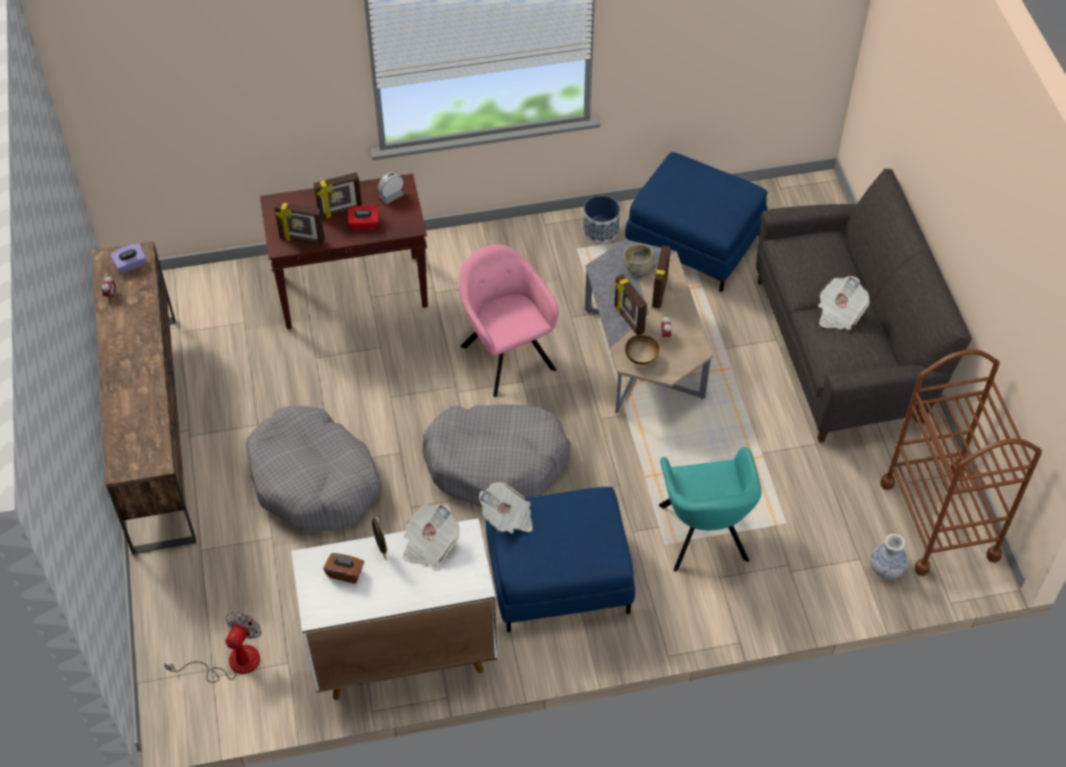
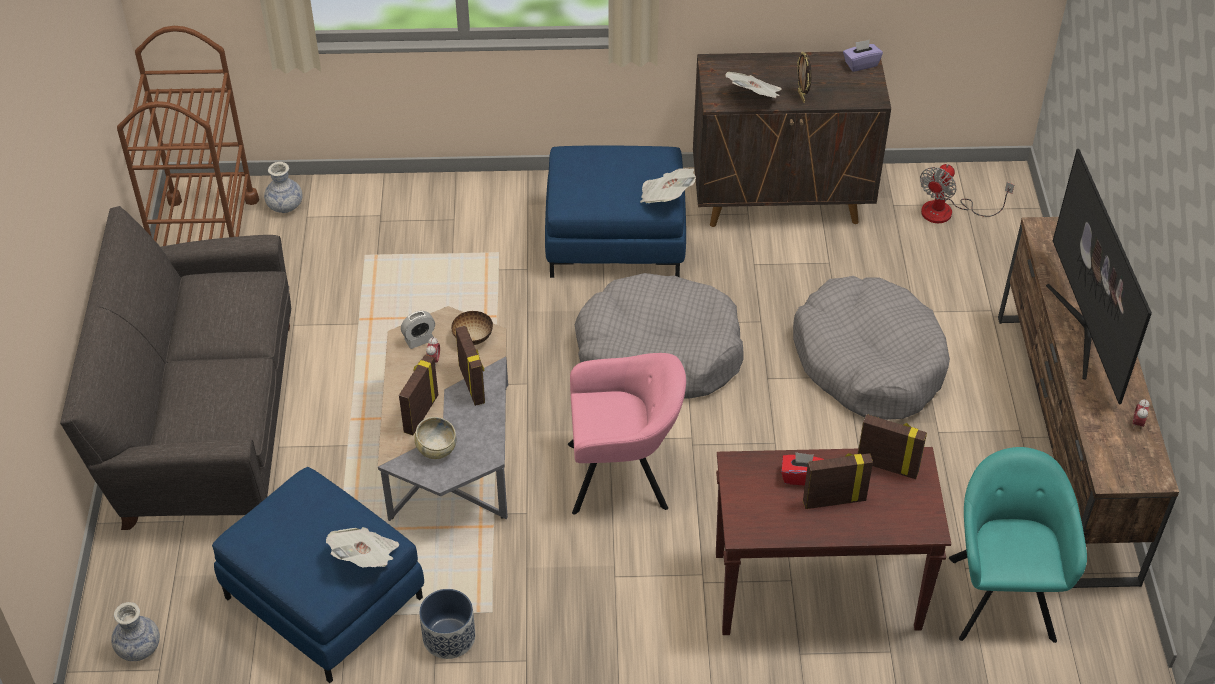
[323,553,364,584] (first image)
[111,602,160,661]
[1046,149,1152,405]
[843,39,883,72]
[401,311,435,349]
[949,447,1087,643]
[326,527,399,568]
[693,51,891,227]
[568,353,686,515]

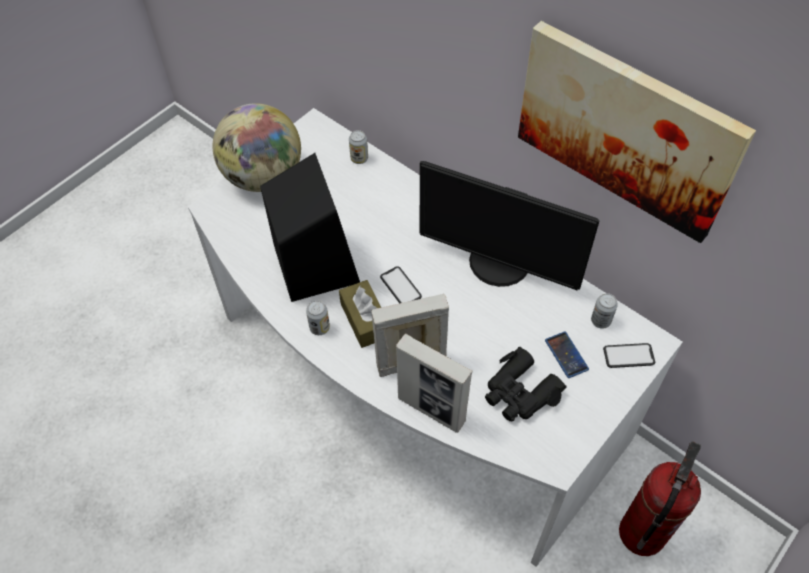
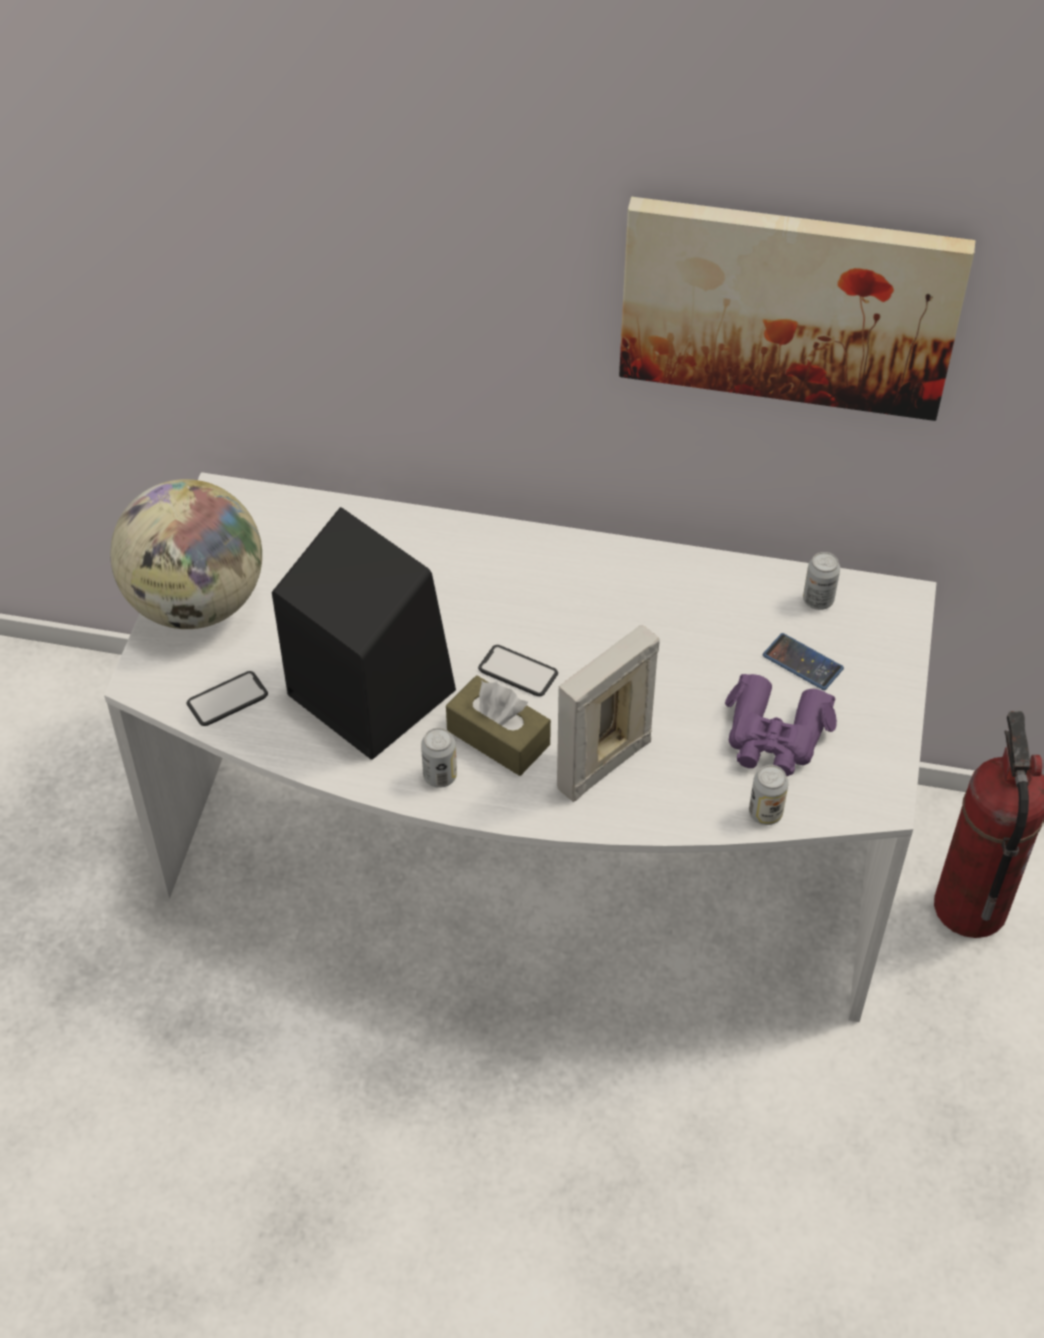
[396,334,472,433] (first image)
[420,161,600,290] (first image)
[749,765,789,825]
[187,671,268,726]
[725,674,837,776]

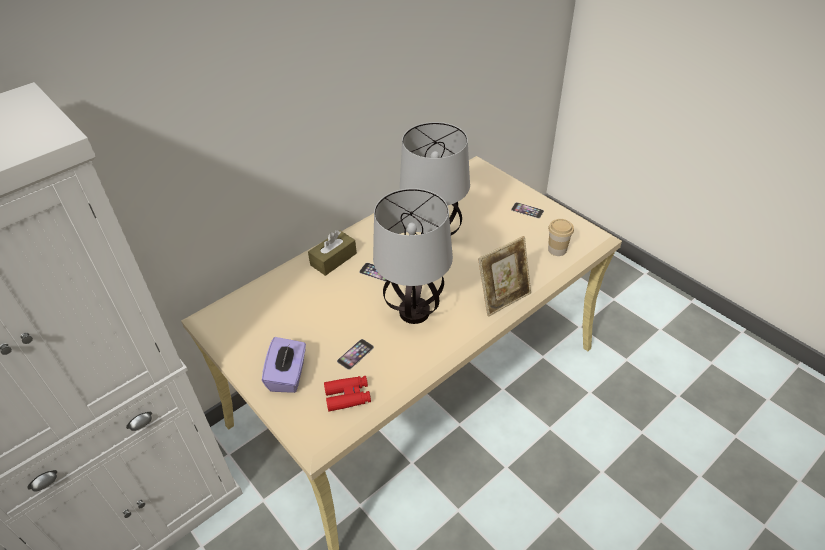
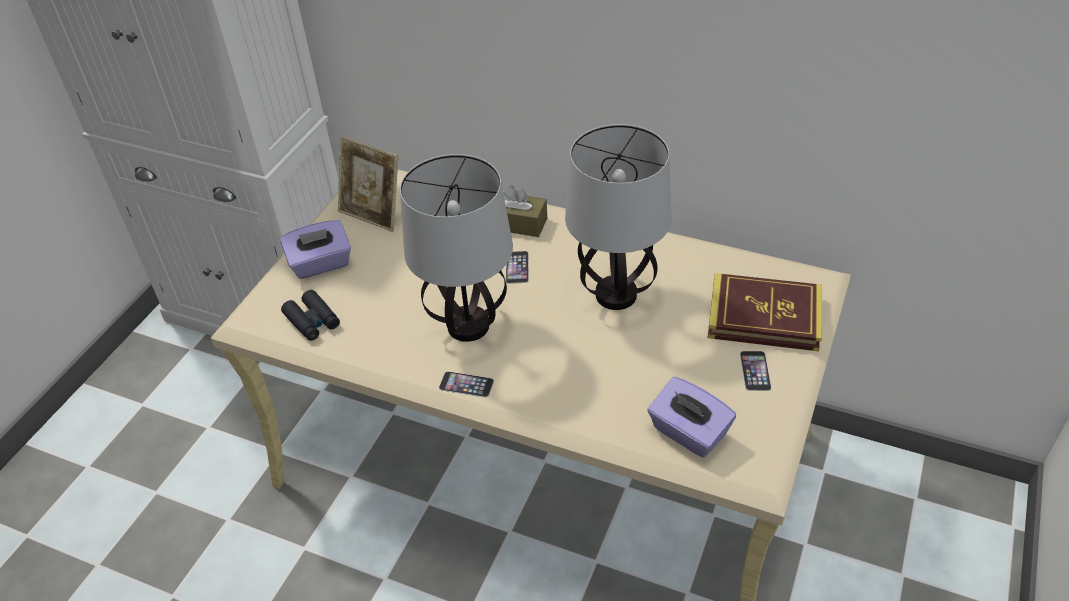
[708,273,822,351]
[439,371,494,397]
[338,136,398,232]
[647,377,736,458]
[281,290,340,341]

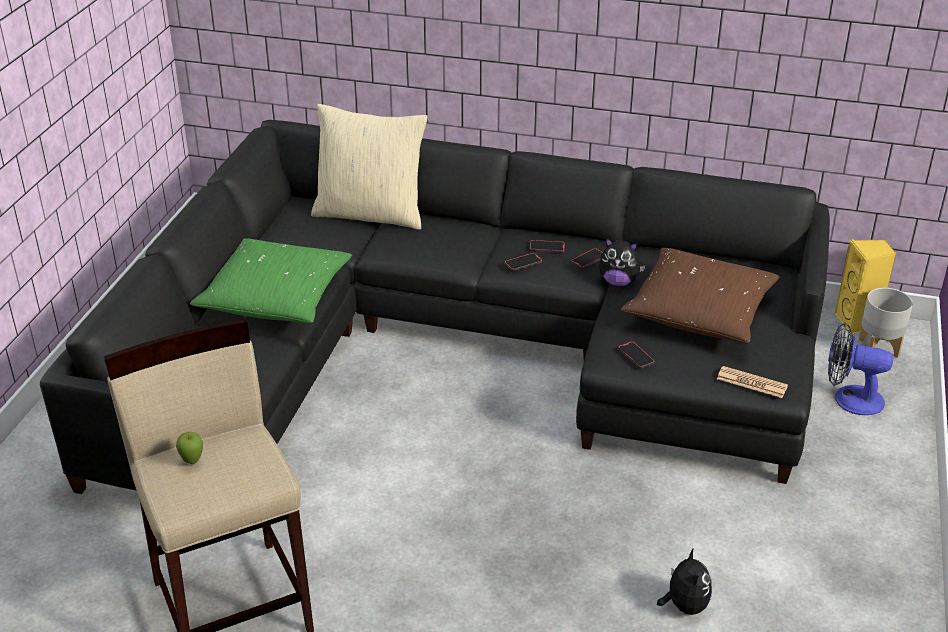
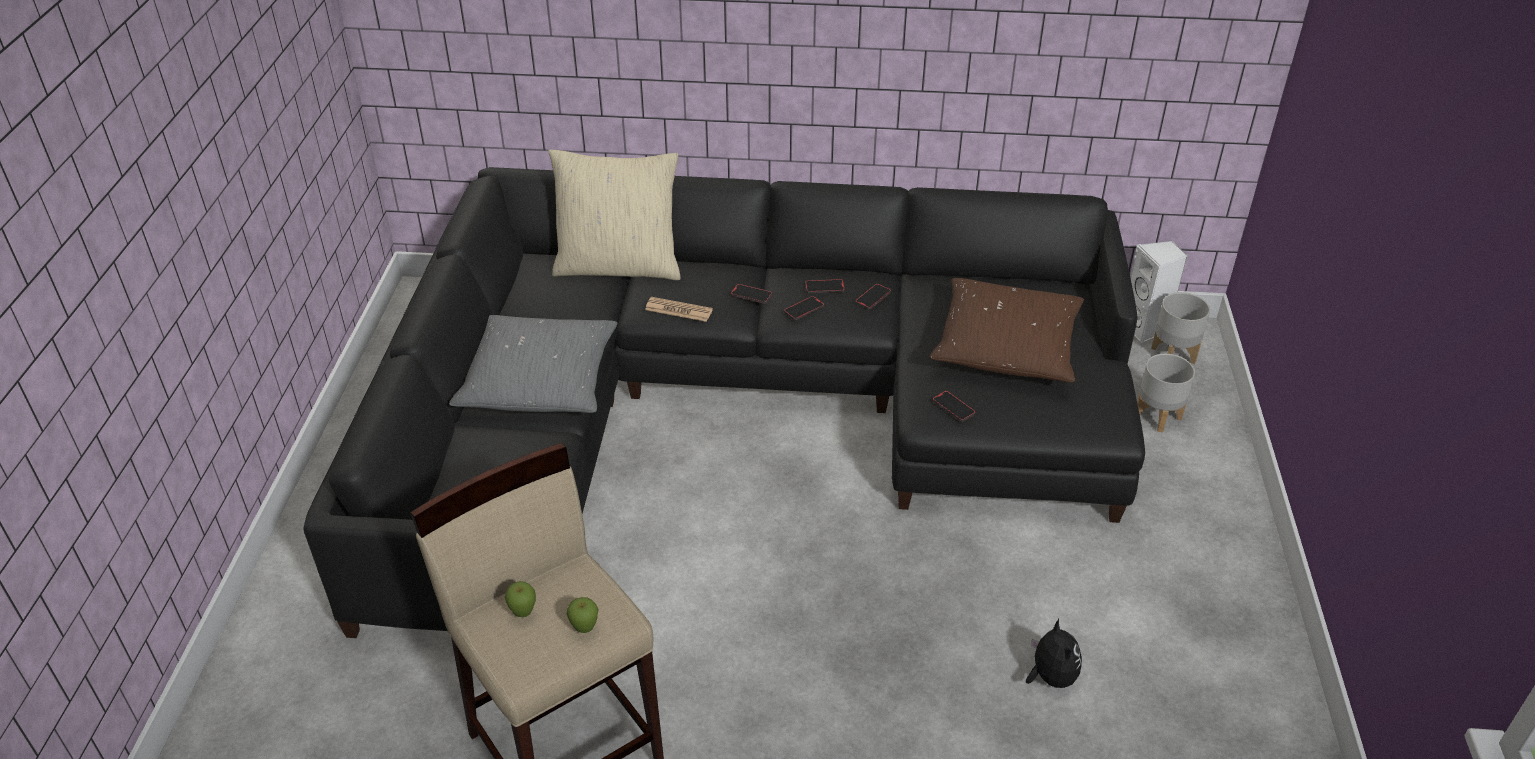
[599,238,646,286] (first image)
[567,597,599,633]
[731,284,772,304]
[645,297,713,322]
[1137,353,1195,432]
[449,315,617,413]
[1130,241,1188,343]

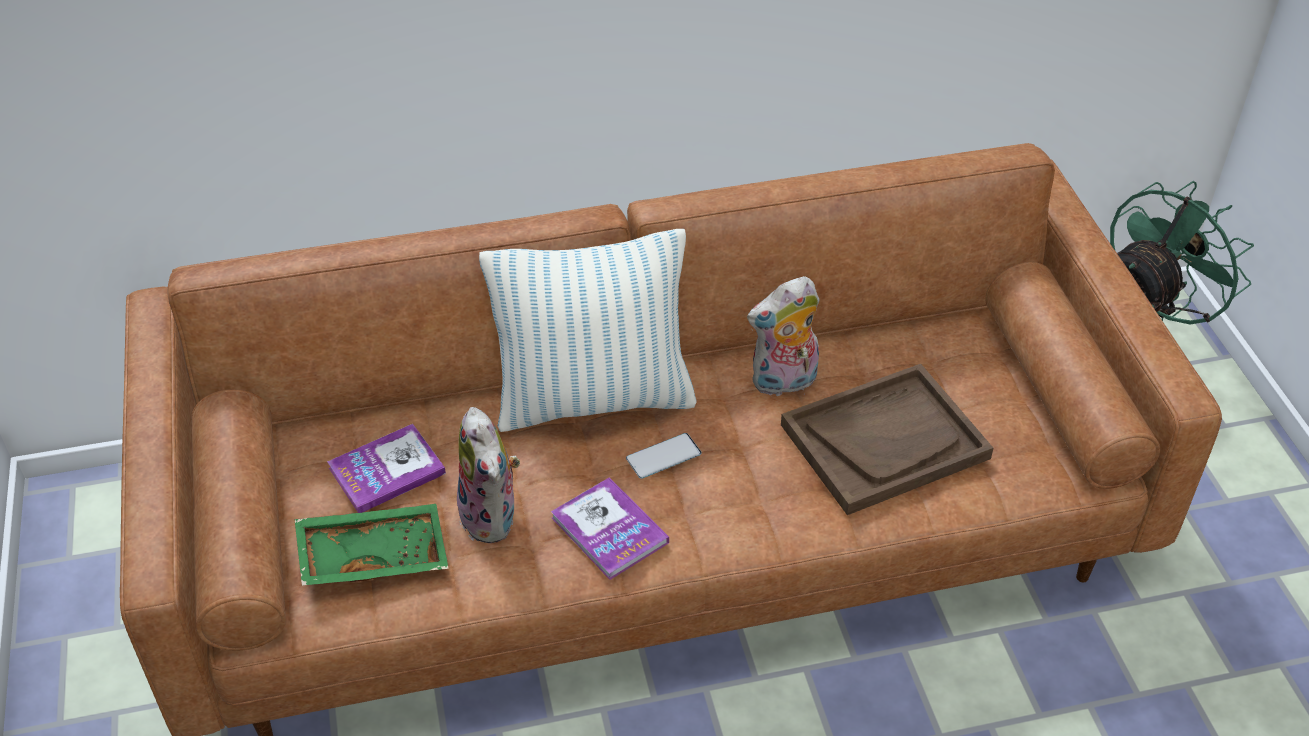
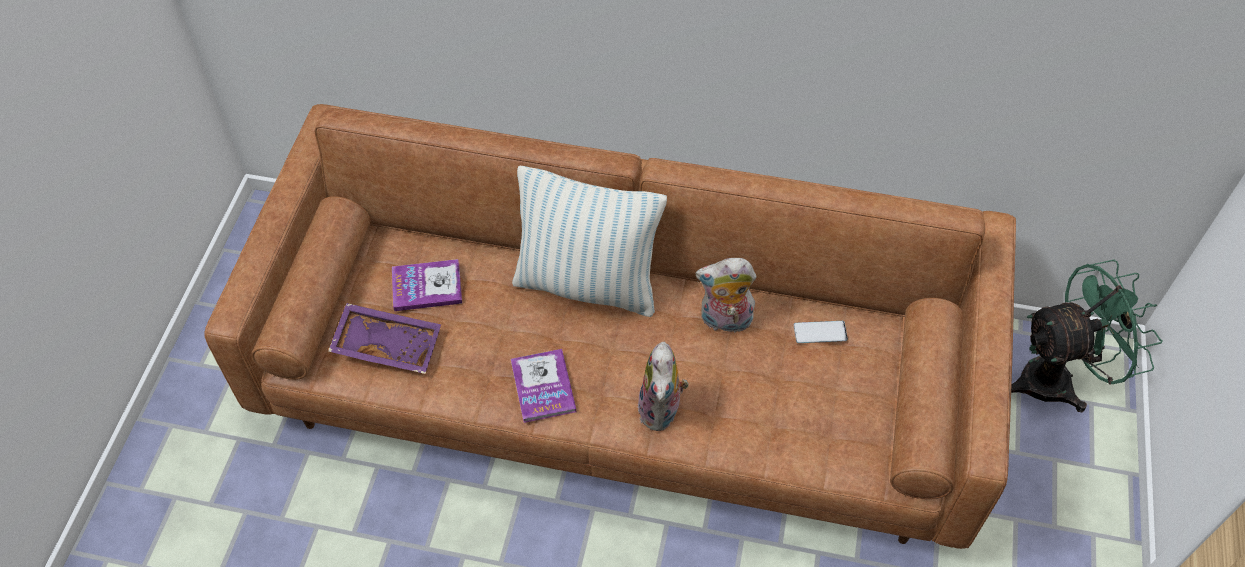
[781,364,993,515] (first image)
[638,342,689,431]
[794,321,848,343]
[328,303,441,374]

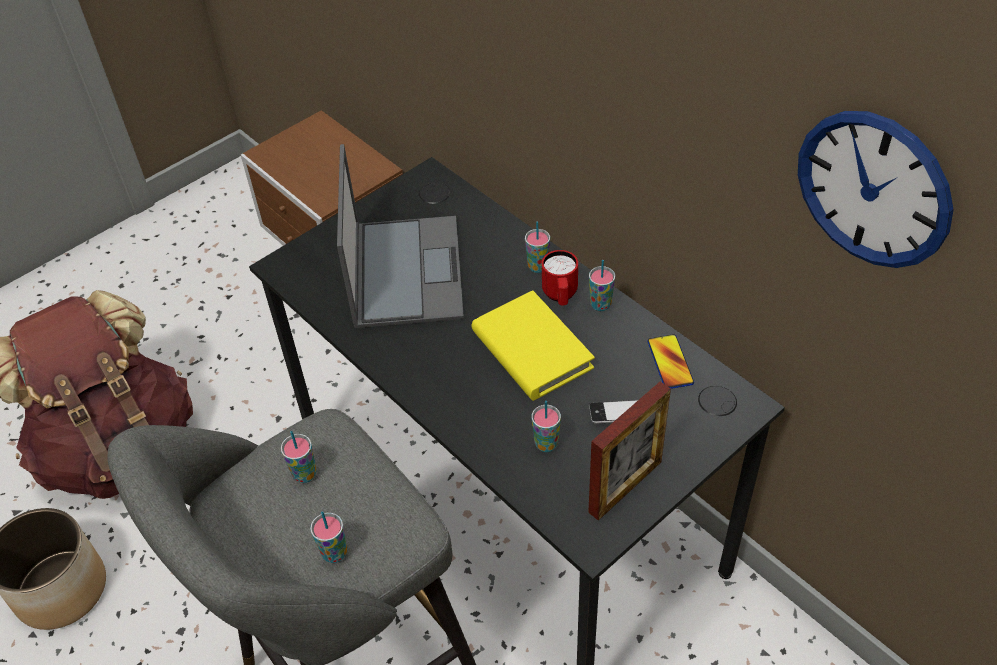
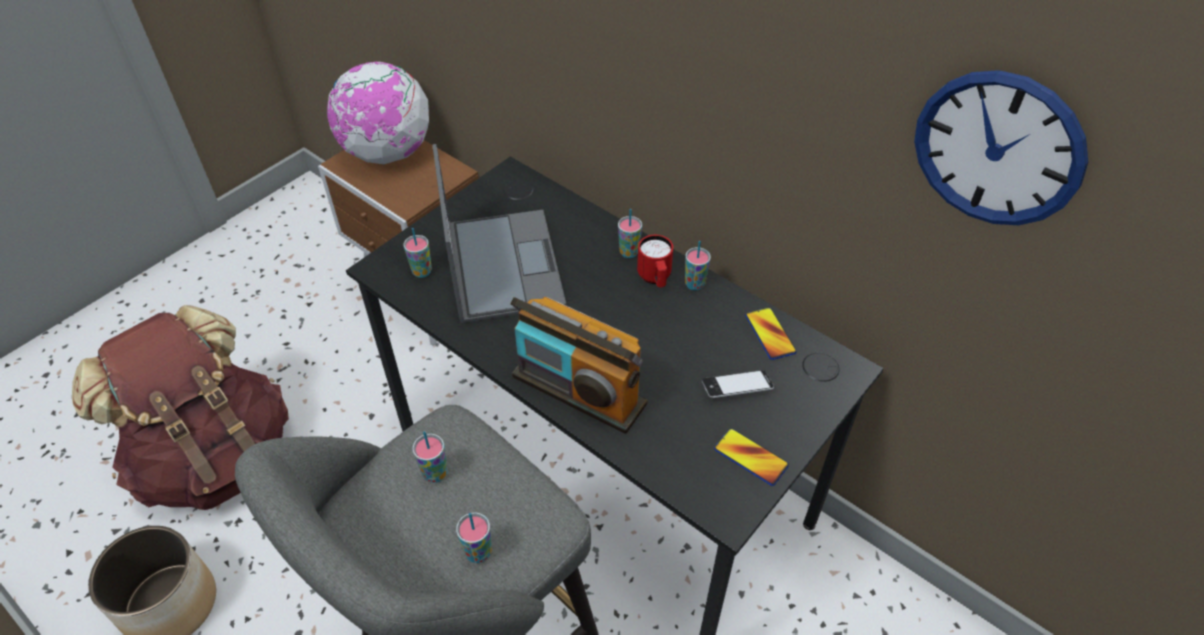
[472,291,595,401] (first image)
[327,62,429,164]
[510,297,647,434]
[403,228,432,278]
[714,428,789,486]

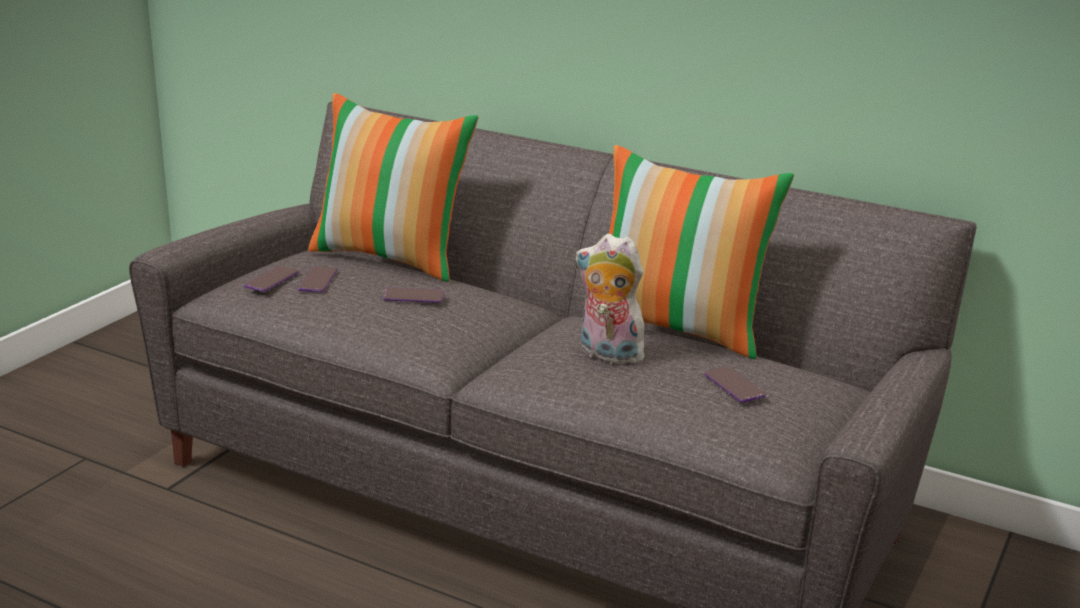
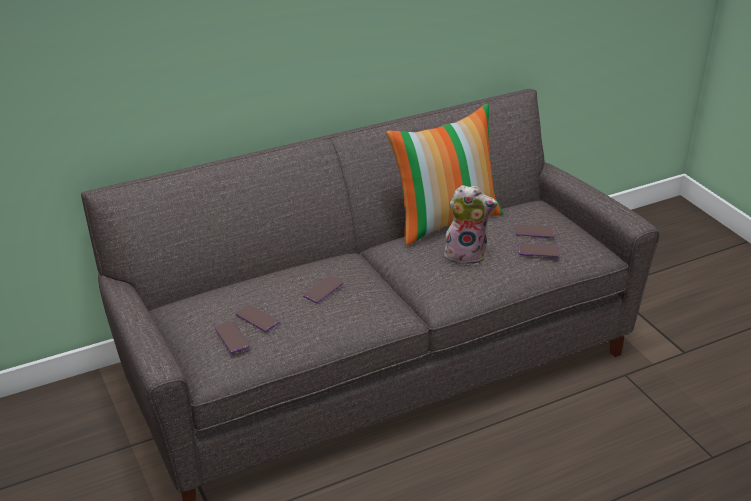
[308,93,479,282] (first image)
[518,244,559,257]
[443,185,498,265]

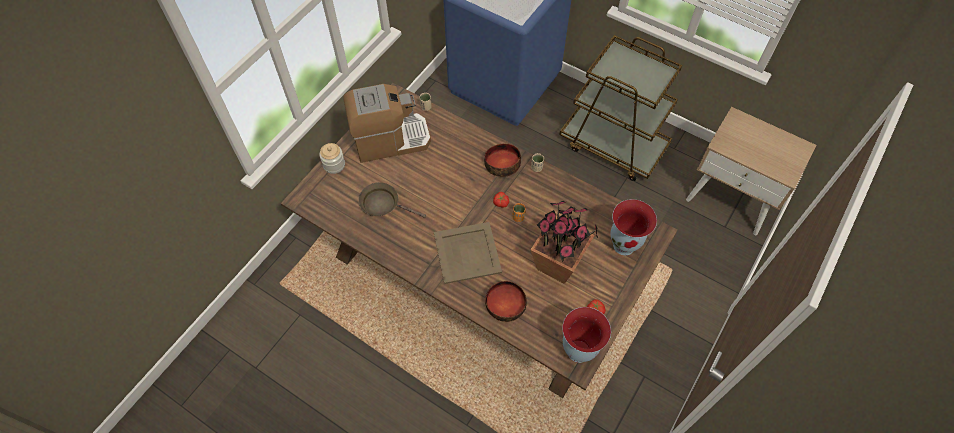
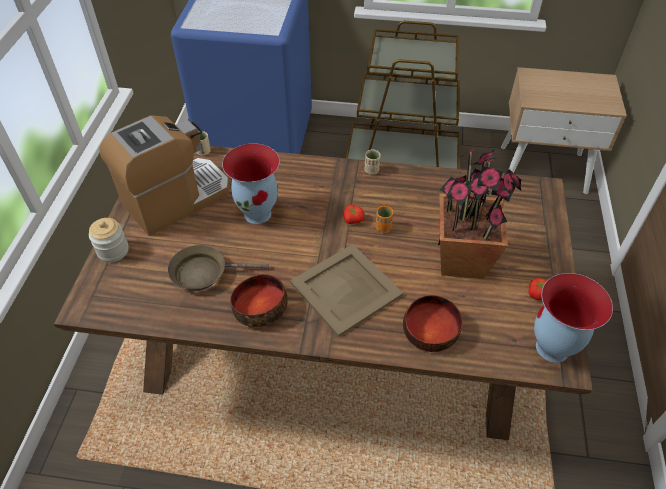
[230,274,288,327]
[222,143,280,224]

